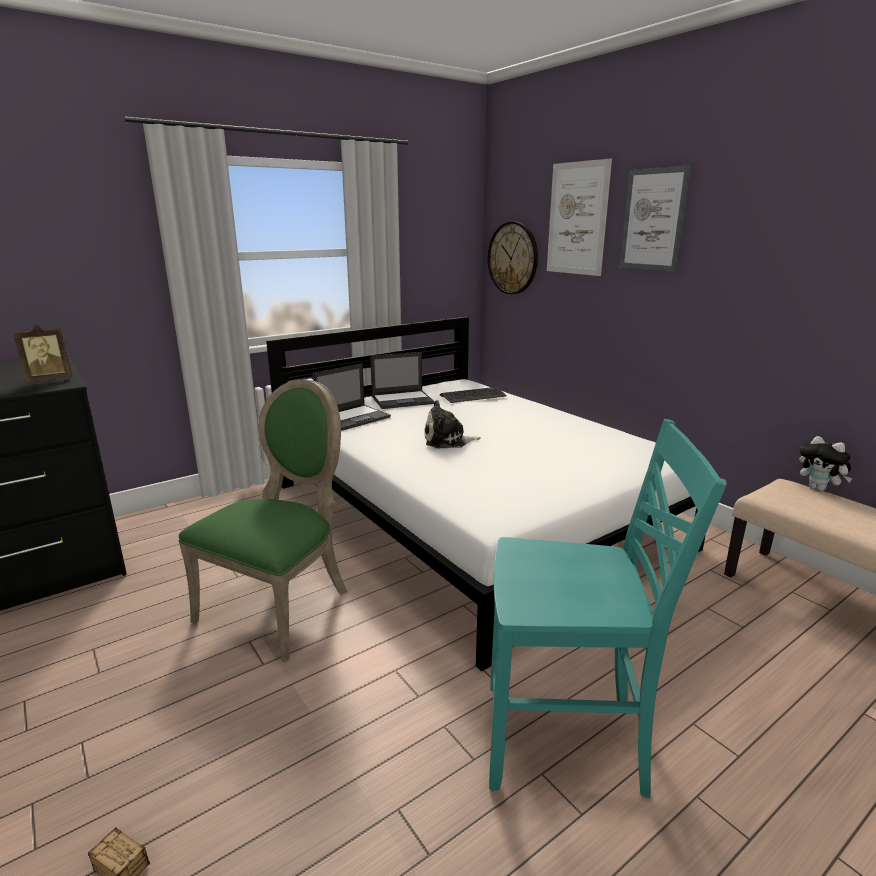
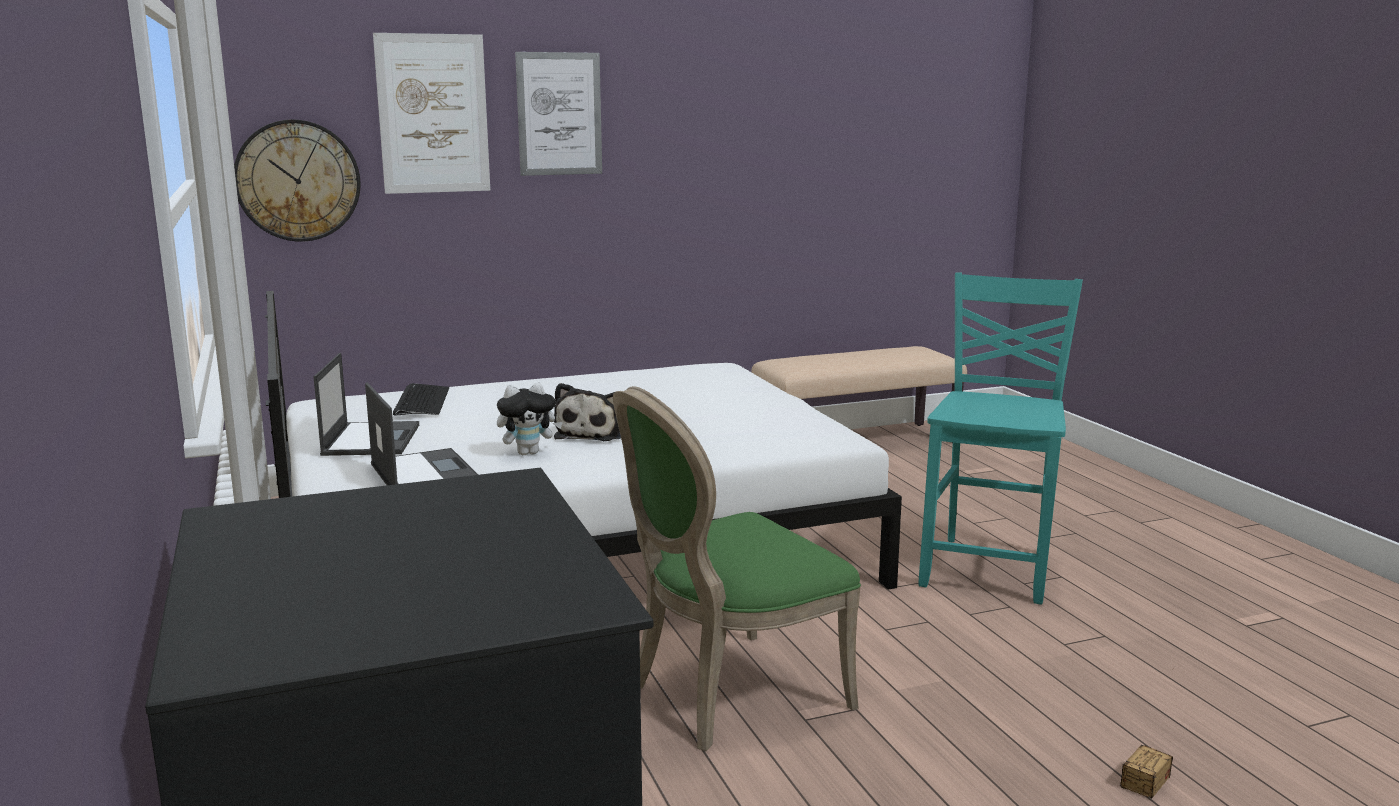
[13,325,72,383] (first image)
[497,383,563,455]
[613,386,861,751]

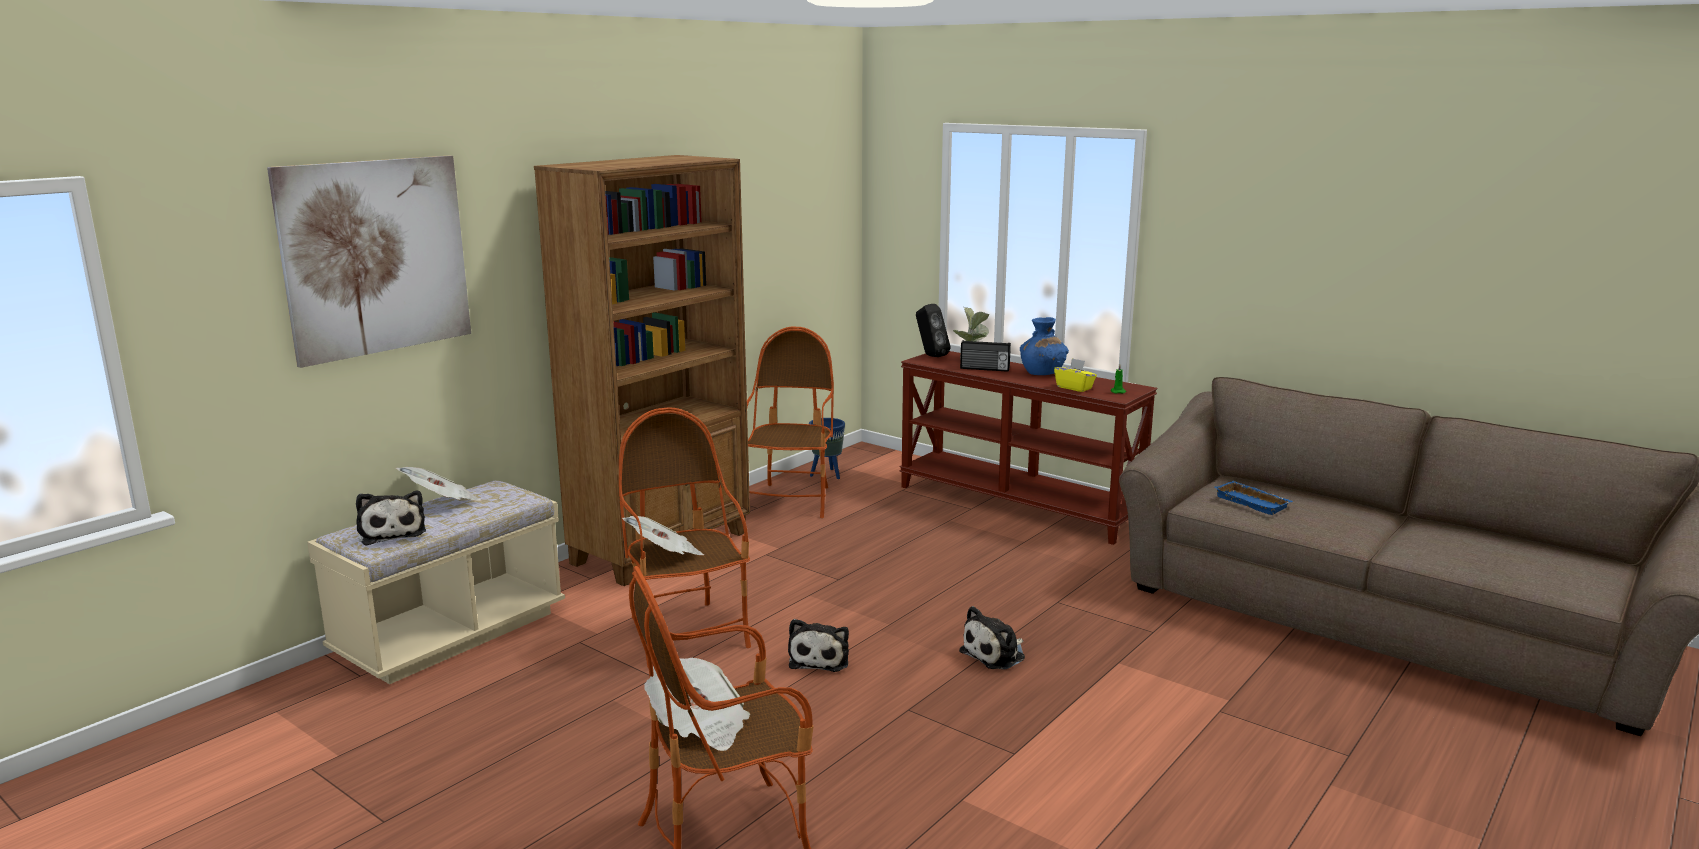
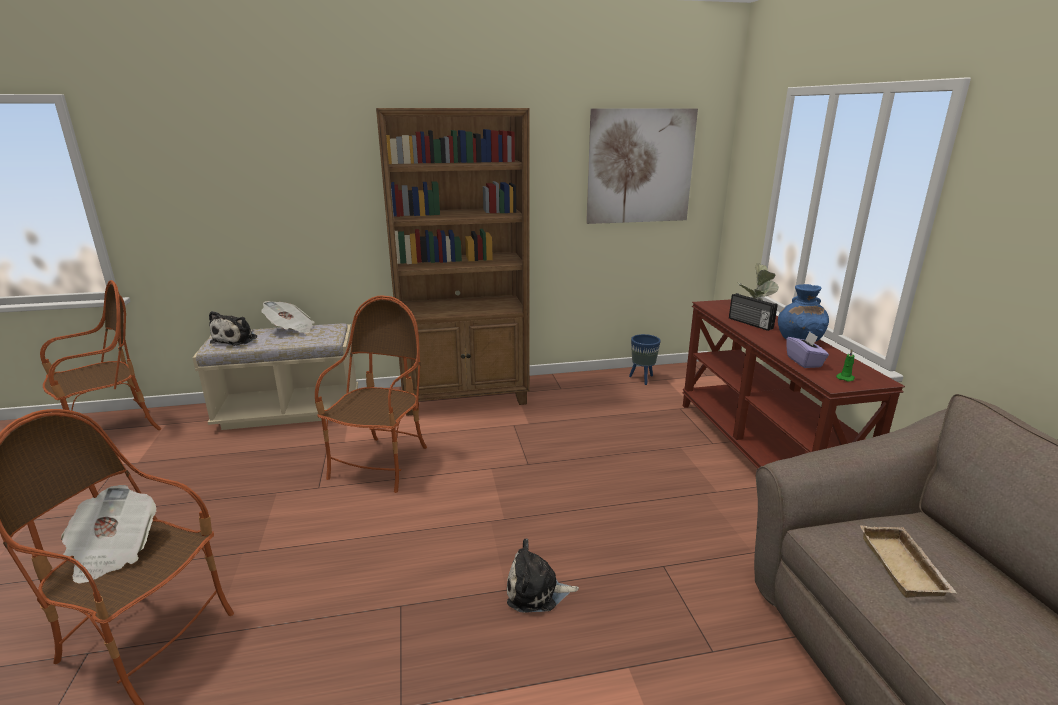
[622,516,705,555] (first image)
[788,619,849,672] (first image)
[916,304,950,357] (first image)
[586,108,698,224]
[40,280,161,430]
[787,332,829,368]
[860,526,957,598]

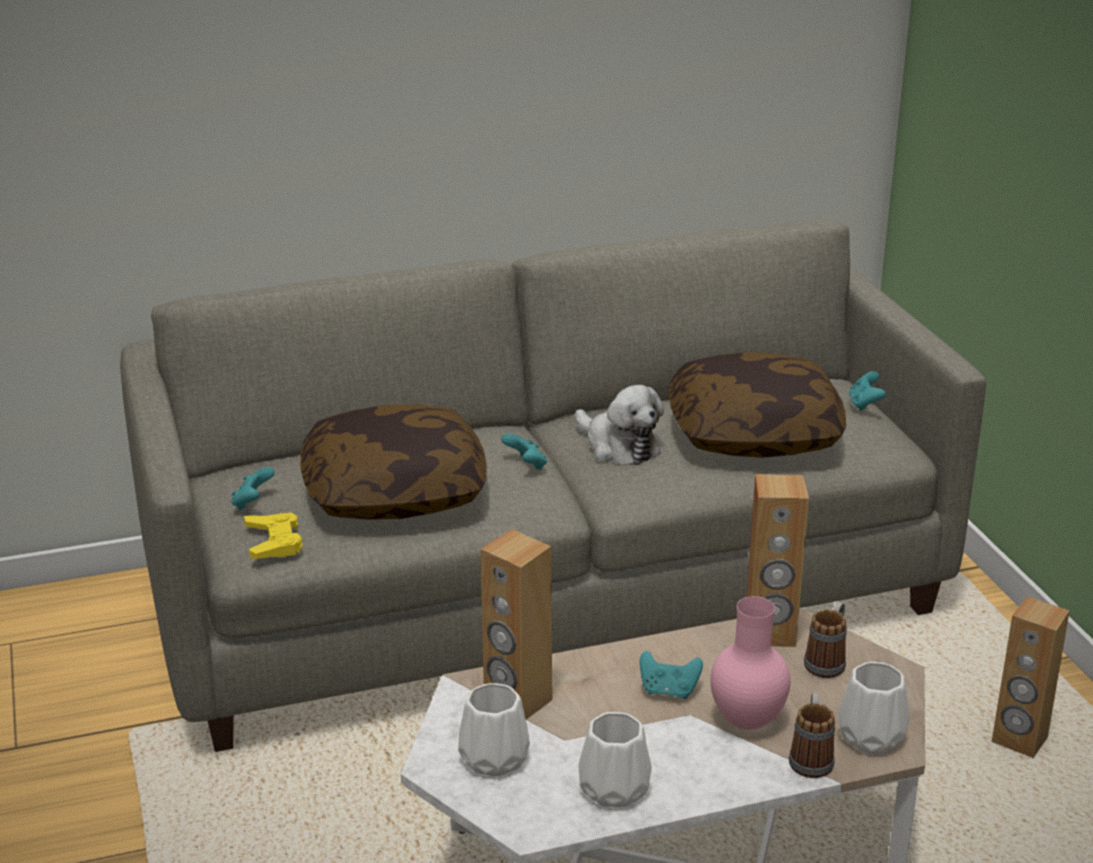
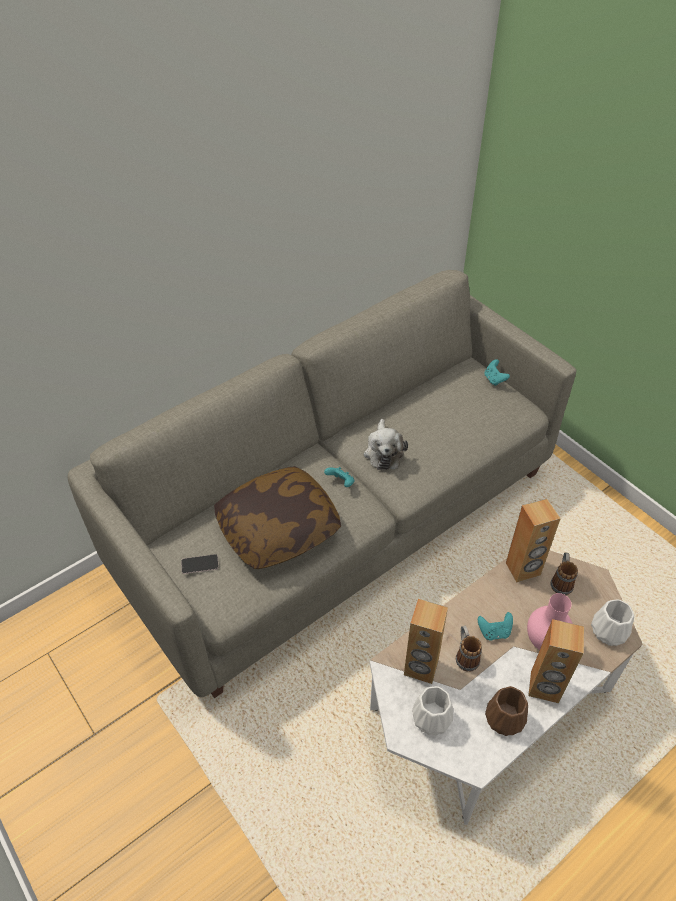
[244,512,303,559] (first image)
[669,352,846,458] (first image)
[456,626,482,672]
[528,619,584,703]
[181,554,219,574]
[485,686,528,736]
[364,419,408,470]

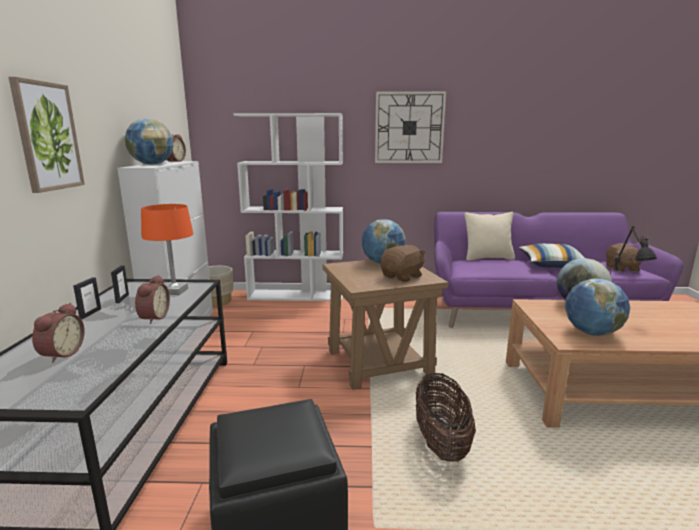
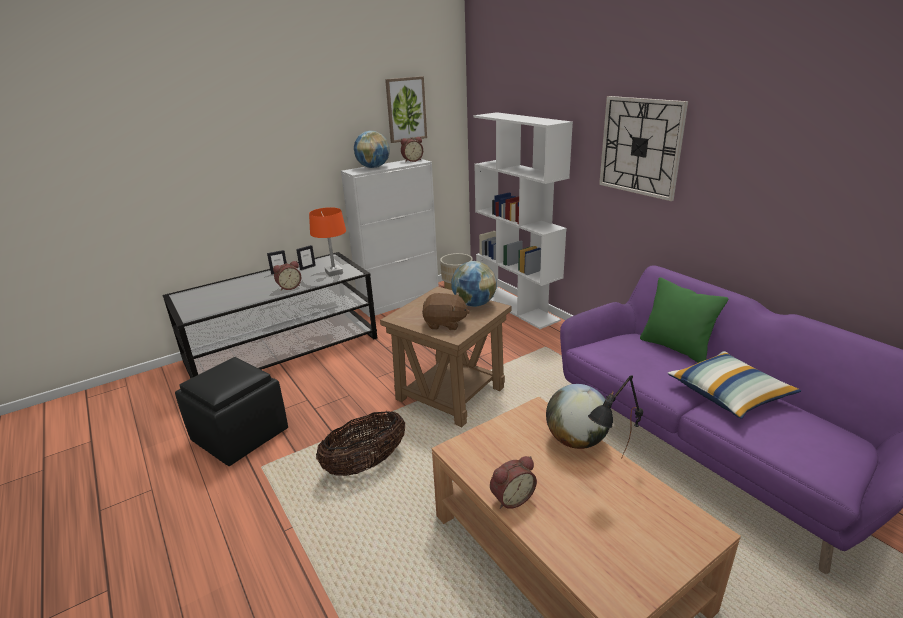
[565,278,630,336] (first image)
[606,243,642,272] (first image)
[385,76,427,143]
[490,456,537,509]
[640,277,728,363]

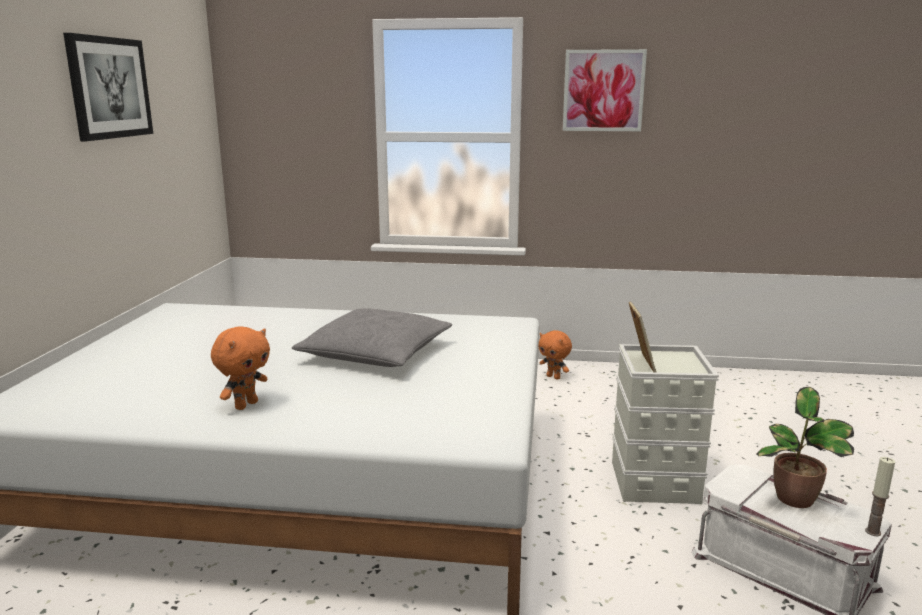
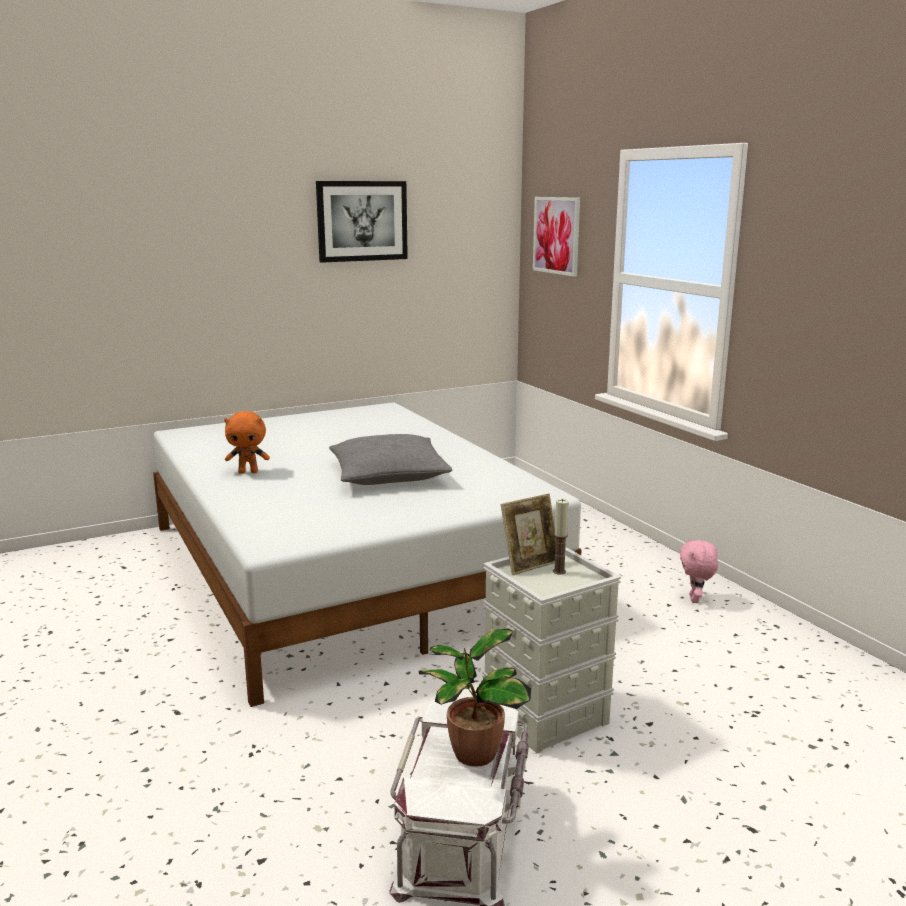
[533,197,580,277]
[553,499,569,575]
[680,538,718,603]

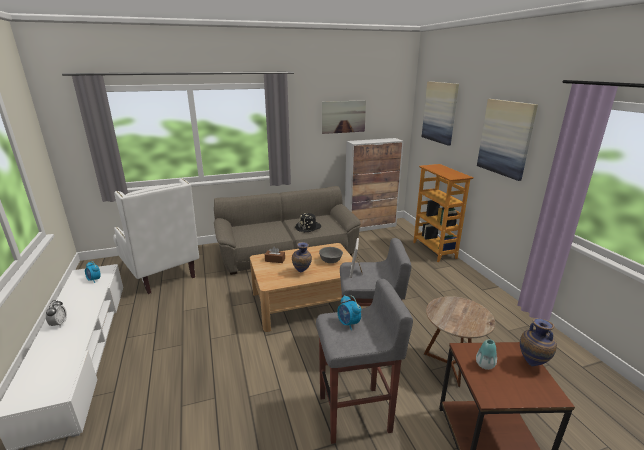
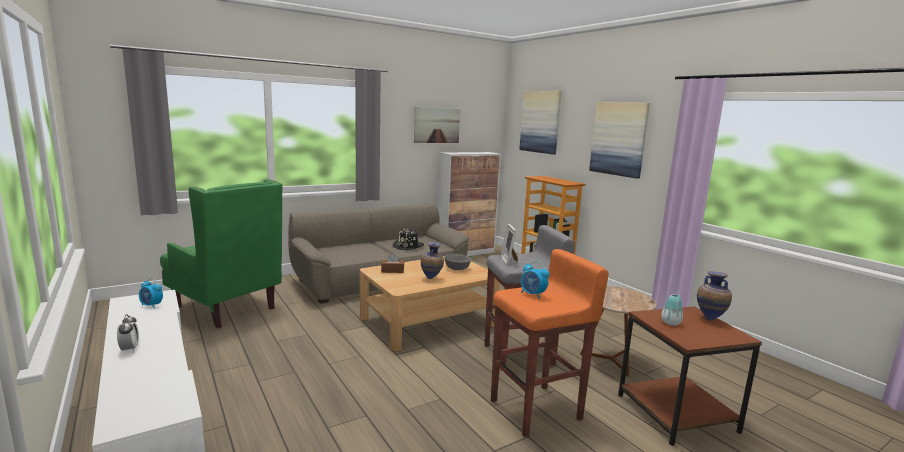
[160,179,283,328]
[491,249,609,437]

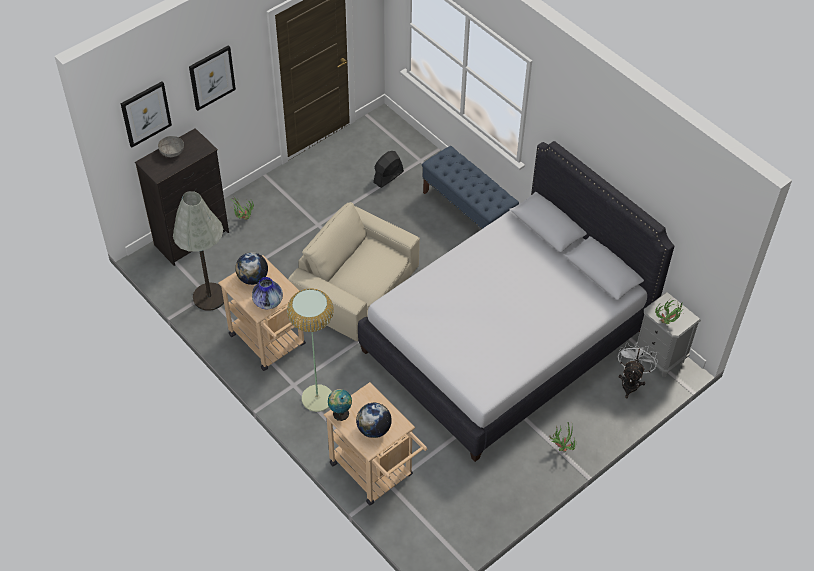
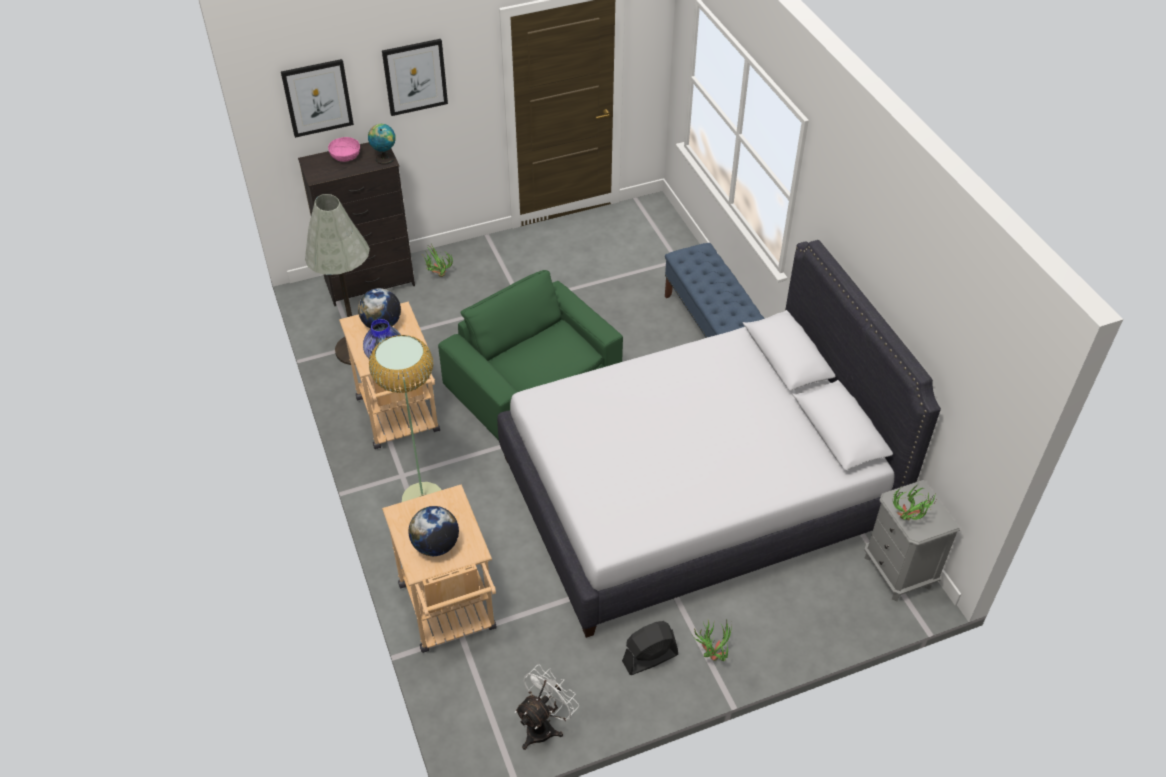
[368,124,396,165]
[622,621,678,675]
[515,665,579,750]
[328,137,360,162]
[438,270,623,440]

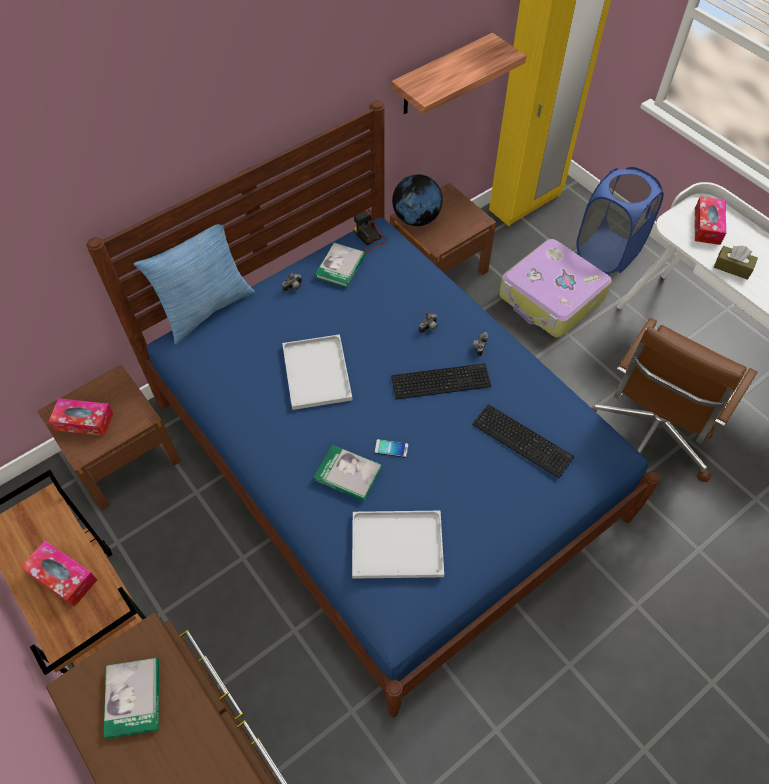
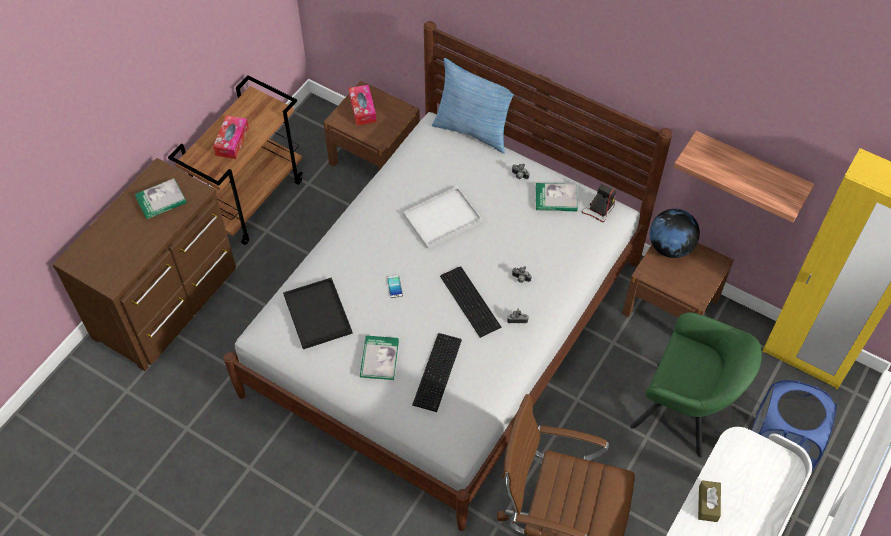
[695,196,726,245] (first image)
[360,335,399,380]
[630,312,762,458]
[224,21,672,531]
[283,278,353,349]

